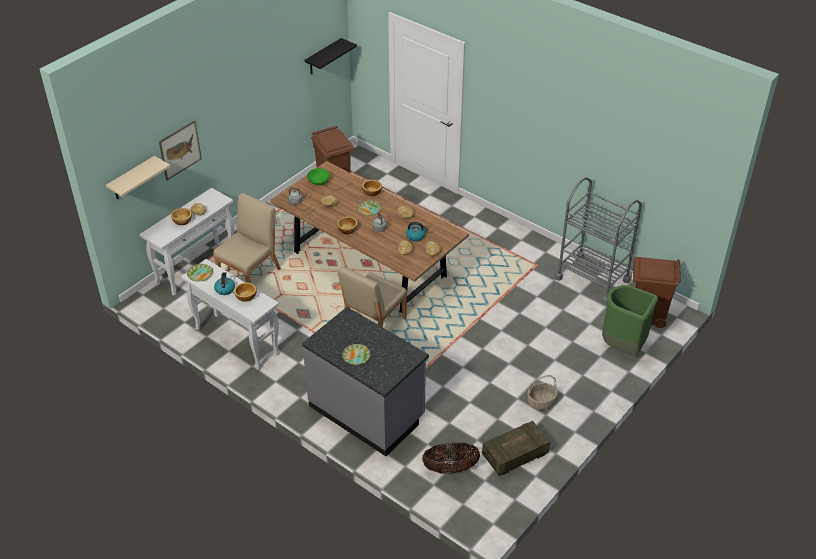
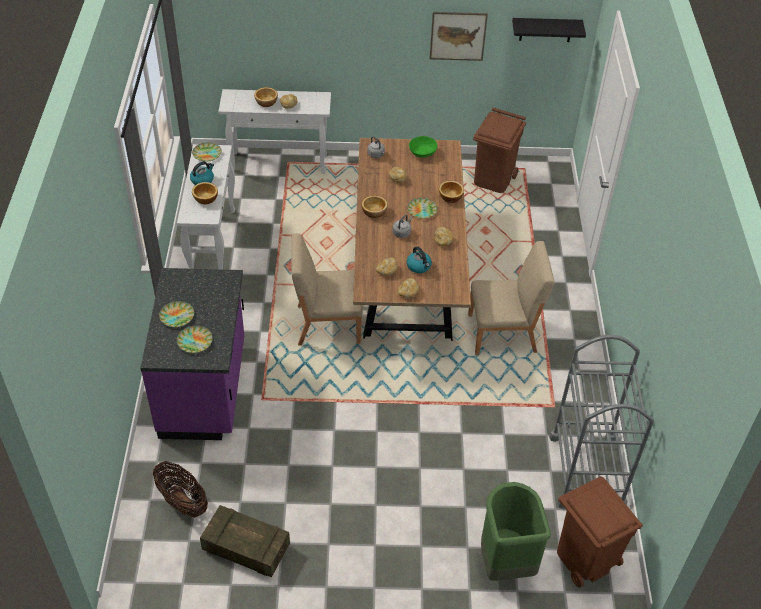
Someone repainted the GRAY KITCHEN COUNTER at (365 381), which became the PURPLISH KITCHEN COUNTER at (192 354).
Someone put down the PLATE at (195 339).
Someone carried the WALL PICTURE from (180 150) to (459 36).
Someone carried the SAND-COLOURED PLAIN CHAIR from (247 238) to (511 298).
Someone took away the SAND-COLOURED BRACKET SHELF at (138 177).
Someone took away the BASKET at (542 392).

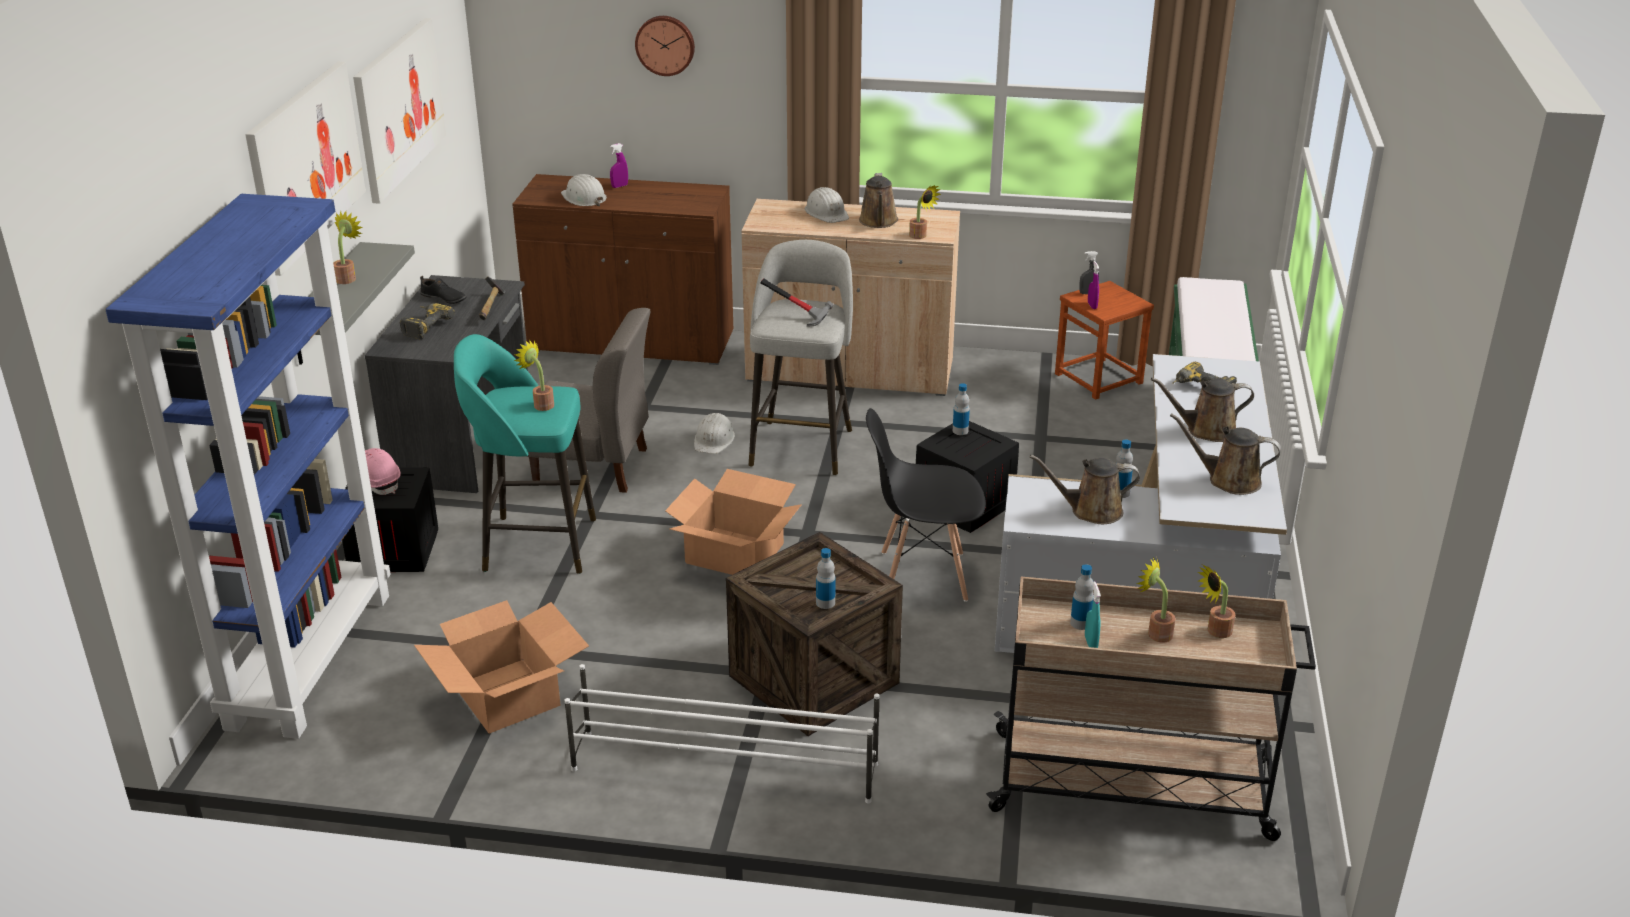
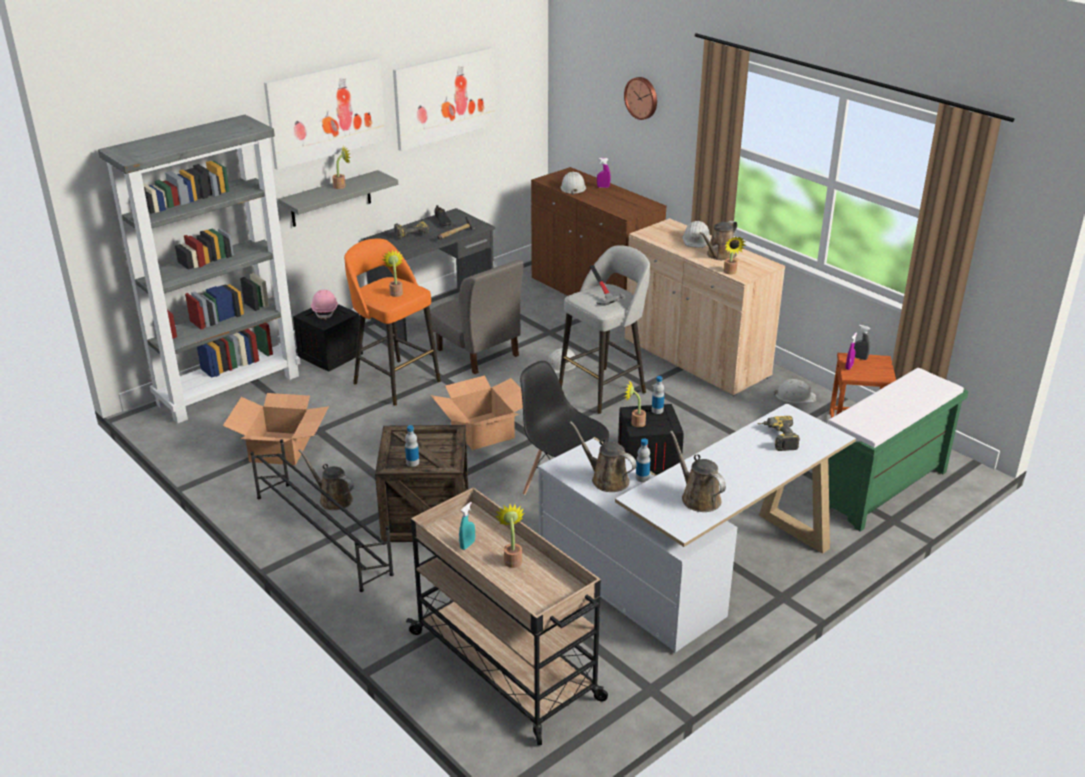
Someone repainted the BLUE-COLOURED BOOKSHELF at (248 466), which became the GRAY BOOKSHELF at (199 269).
Someone repainted the WHITE-COLOURED SHOE SHELF at (722 733), which became the BLACKISH SHOE SHELF at (322 515).
Someone carried the BROWN-COLOURED WATERING CAN from (1202 410) to (326 480).
Someone repainted the TURQUOISE STOOL SEAT at (525 454), which became the ORANGE STOOL SEAT at (392 322).
Someone carried the PLANT IN A POT from (1216 601) to (635 404).
Someone put down the WHITE-COLOURED WORK HELMET at (794 391).
Someone took away the BOTTLE at (1082 597).

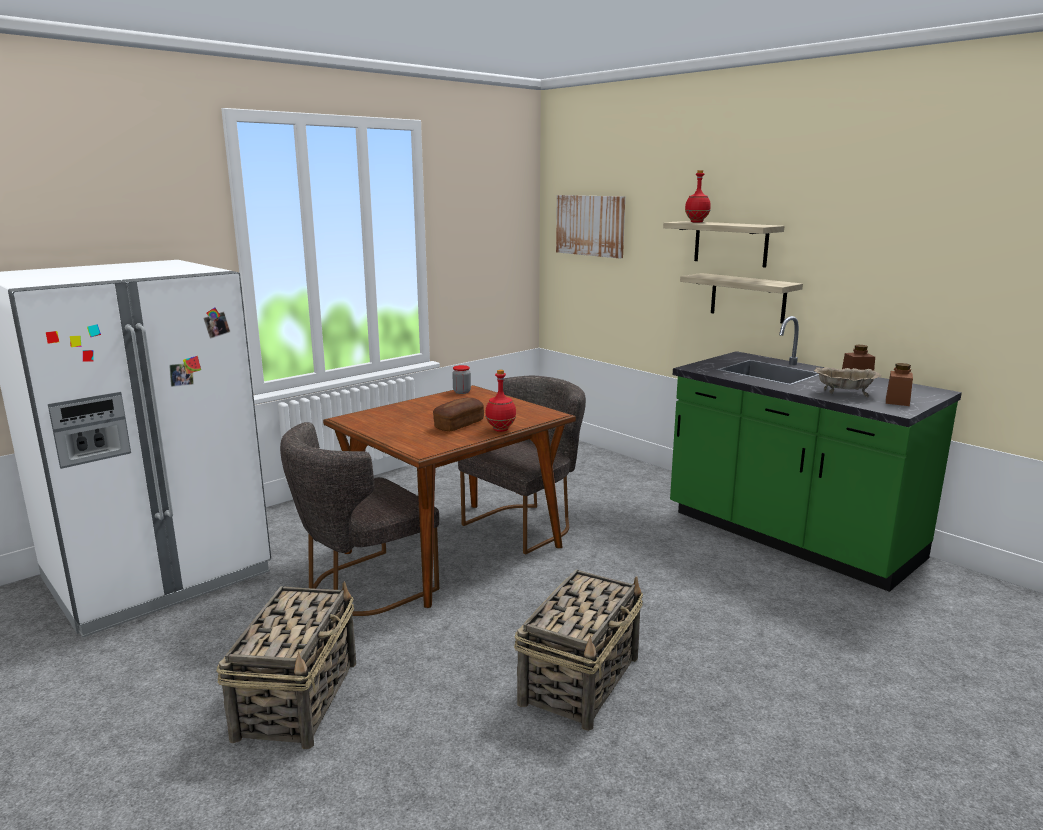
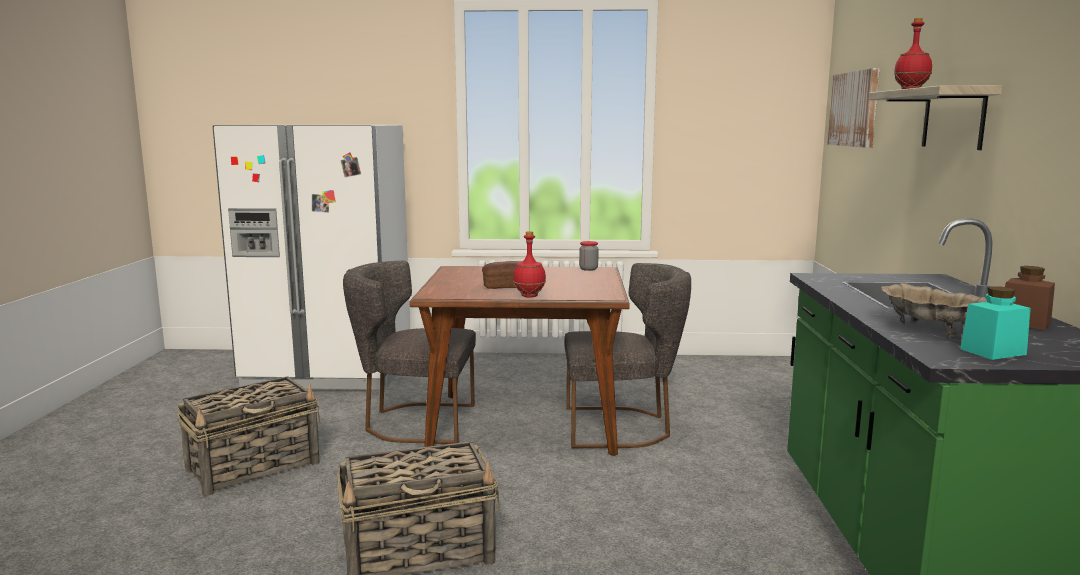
Someone repainted the BROWN-COLOURED STORAGE JAR at (899 384), which became the TURQUOISE STORAGE JAR at (995 323).
Someone took away the BRACKET SHELF at (741 298).

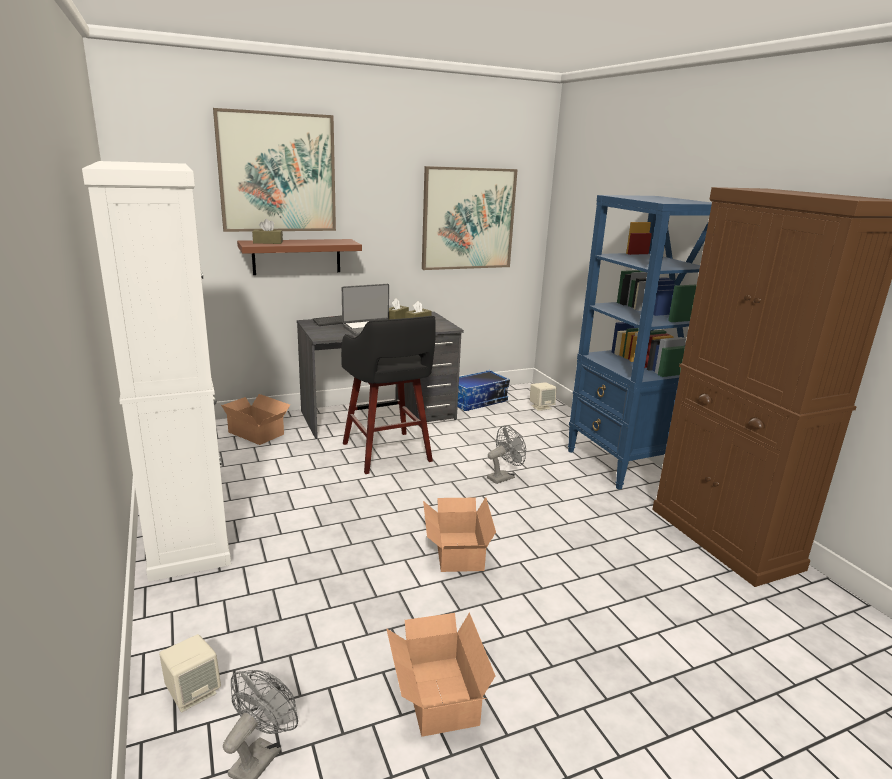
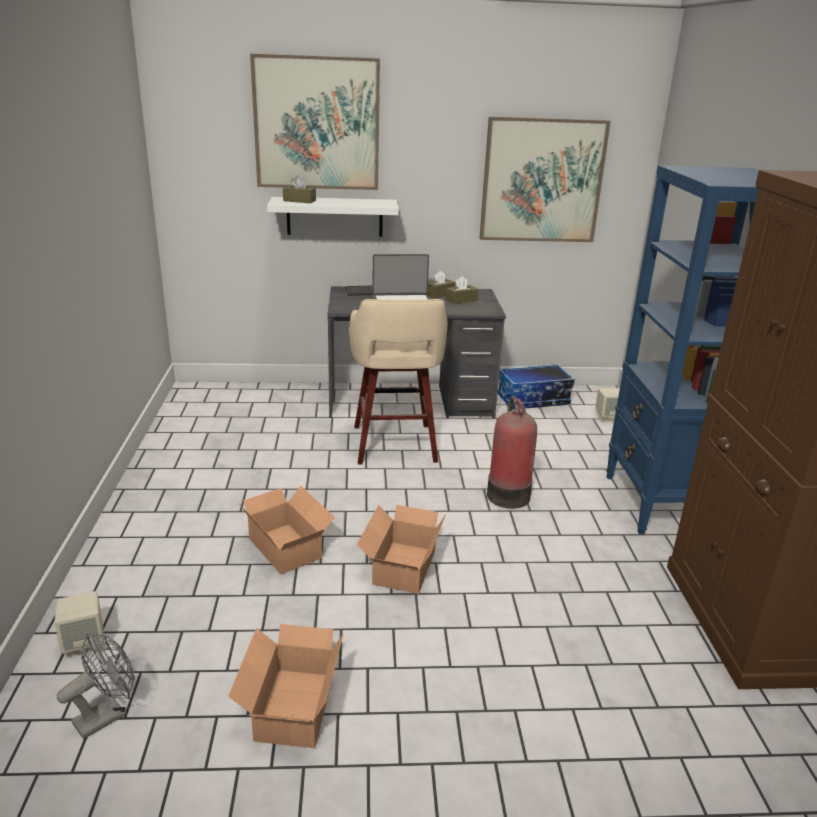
Someone carried the CARDBOARD BOX from (255 419) to (286 530).
Someone repainted the BROWN-COLOURED BRACKET SHELF at (299 257), which became the WHITE-COLOURED BRACKET SHELF at (333 217).
Someone repainted the BLACKISH STOOL SEAT at (388 395), which became the SAND-COLOURED STOOL SEAT at (398 382).
Someone swapped the GRAY ELECTRIC FAN at (506 455) for the FIRE EXTINGUISHER at (512 452).
Someone took away the WHITE-COLOURED CUPBOARD at (156 371).

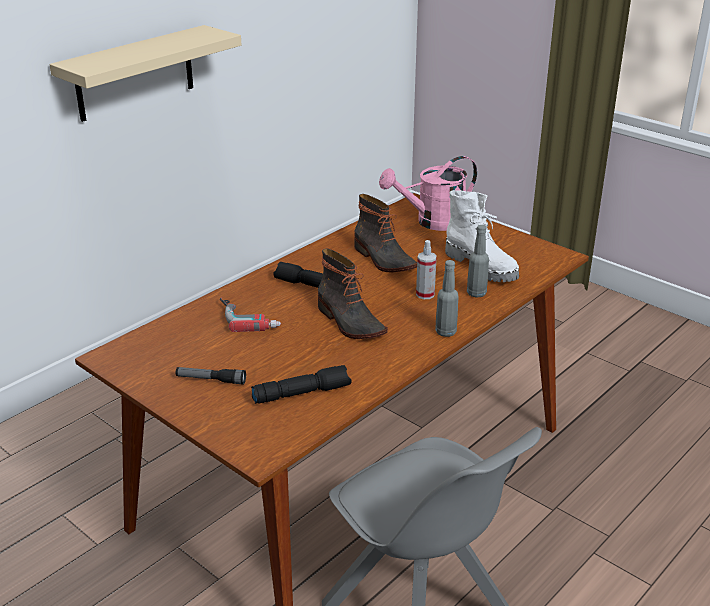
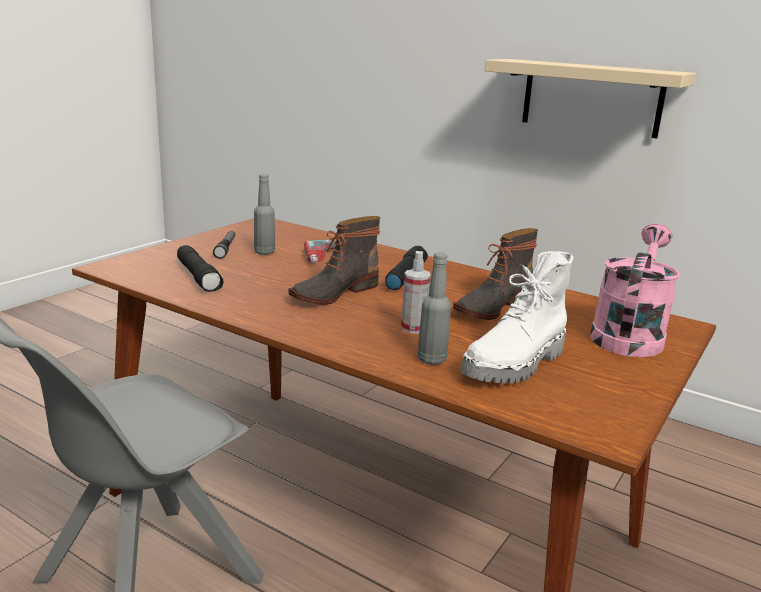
Someone carried the GRAY BOTTLE from (447 298) to (264 214).
Someone rotated the PINK WATERING CAN at (428 193) by 60 degrees clockwise.

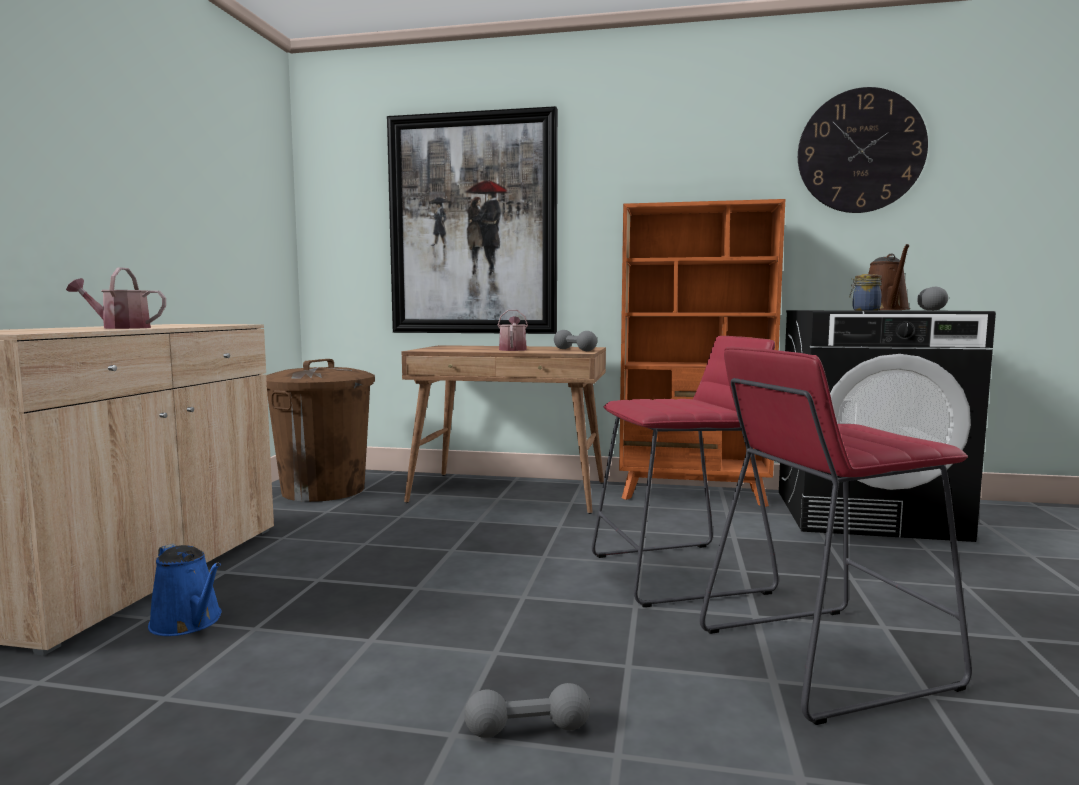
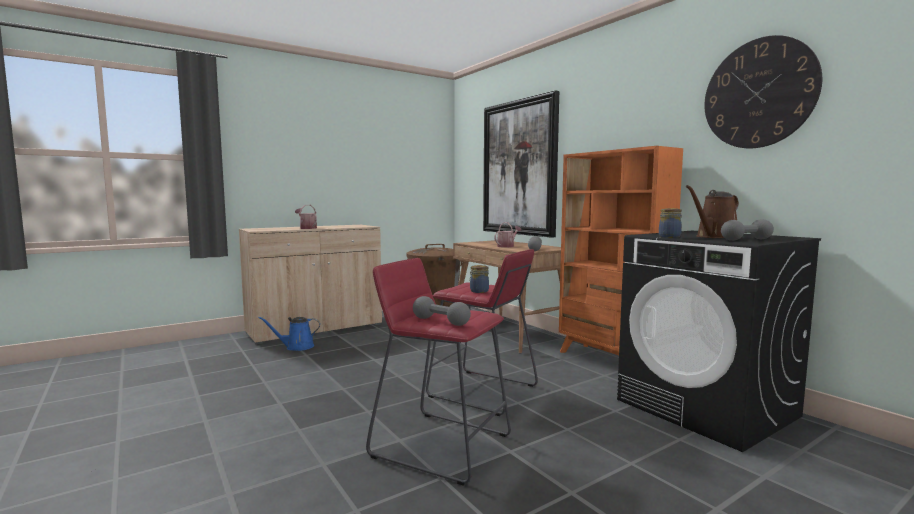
Someone rotated the BLUE-COLOURED WATERING CAN at (184 590) by 75 degrees clockwise.
Someone carried the GRAY HAND WEIGHT from (527 710) to (442 311).
Someone put down the STORAGE JAR at (479 279).

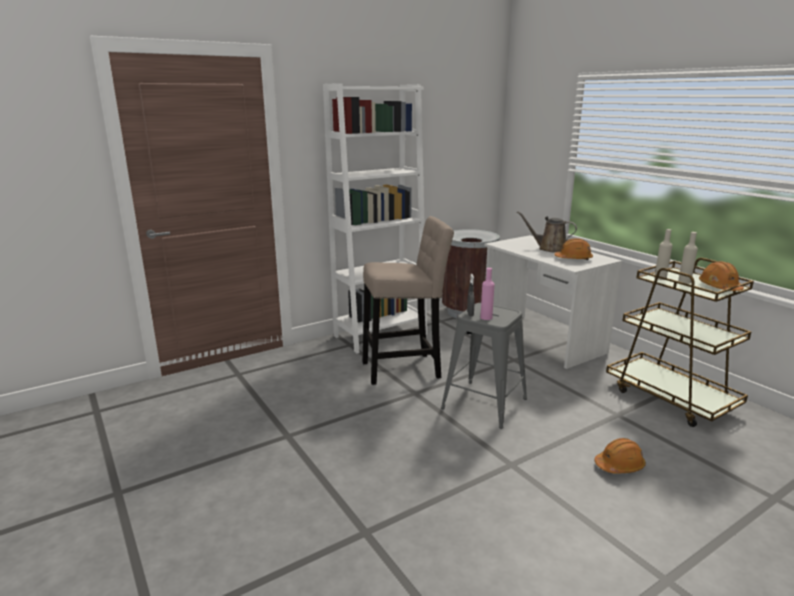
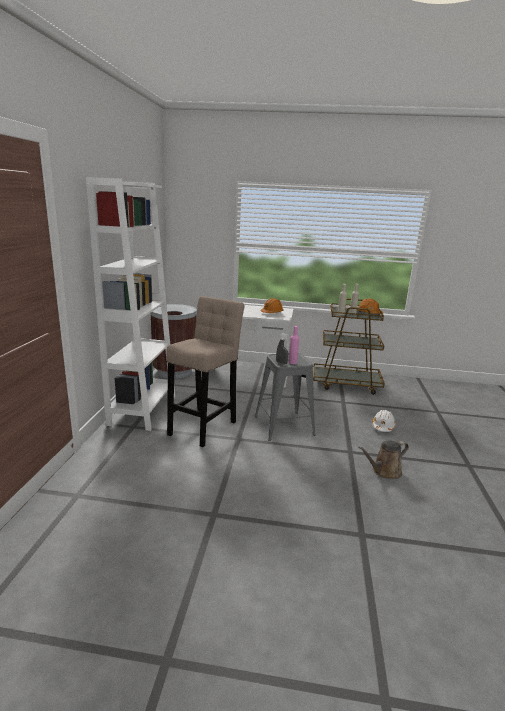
Someone carried the BROWN-COLOURED WATERING CAN from (547 231) to (383 459).
Someone repainted the ORANGE WORK HELMET at (620 456), which became the WHITE-COLOURED WORK HELMET at (384 421).

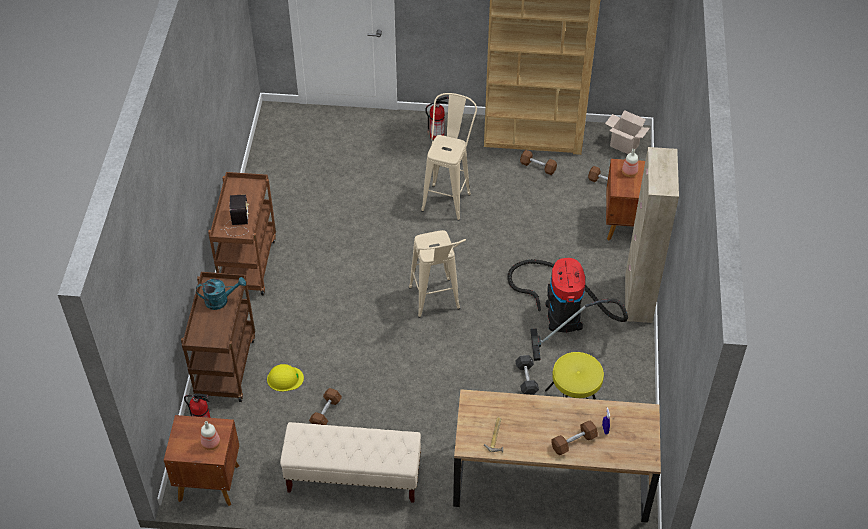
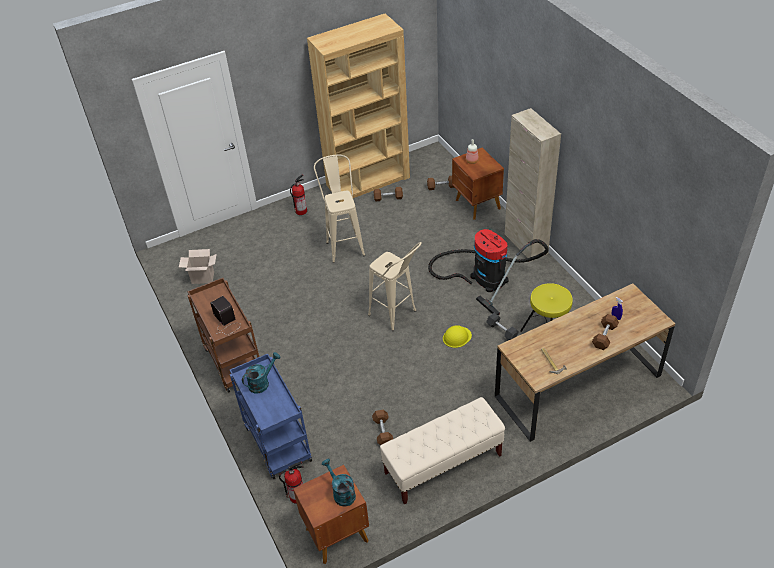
Someone carried the CARDBOARD BOX from (627 132) to (198 266).
Someone repainted the BROWN-COLOURED WHEELED CART at (218 337), which became the BLUE-COLOURED WHEELED CART at (271 416).
Someone swapped the BOTTLE at (210 435) for the TURQUOISE WATERING CAN at (338 483).
Someone carried the YELLOW-COLOURED WORK HELMET from (285 378) to (457 336).

